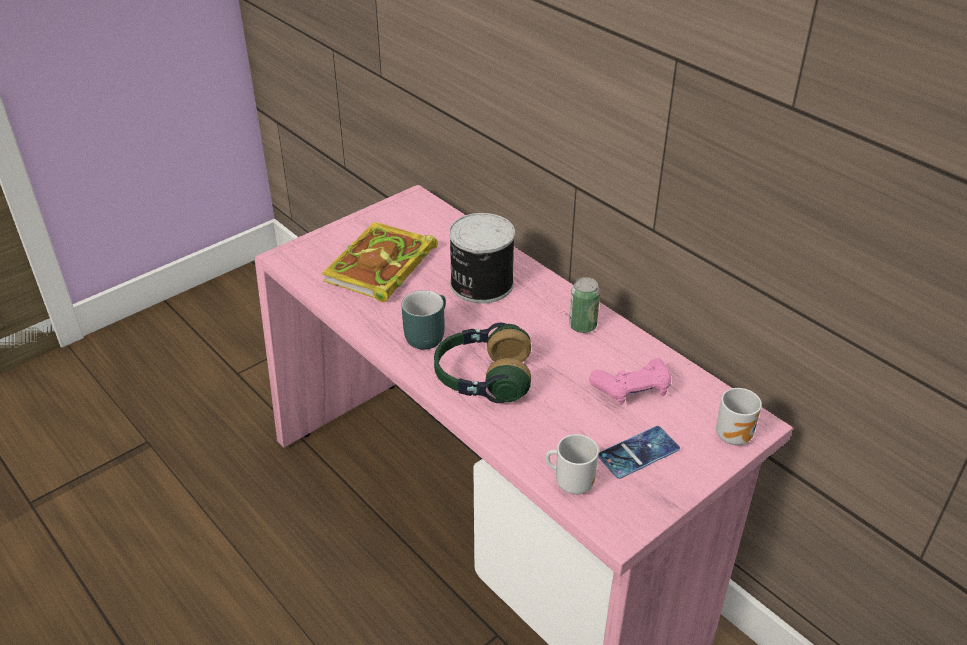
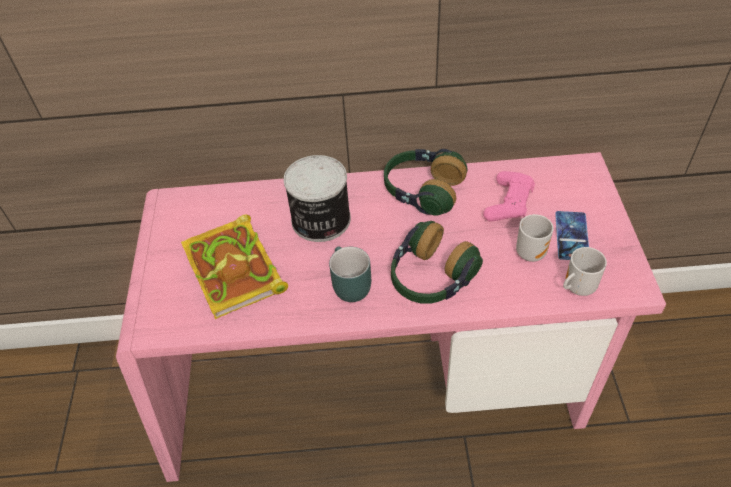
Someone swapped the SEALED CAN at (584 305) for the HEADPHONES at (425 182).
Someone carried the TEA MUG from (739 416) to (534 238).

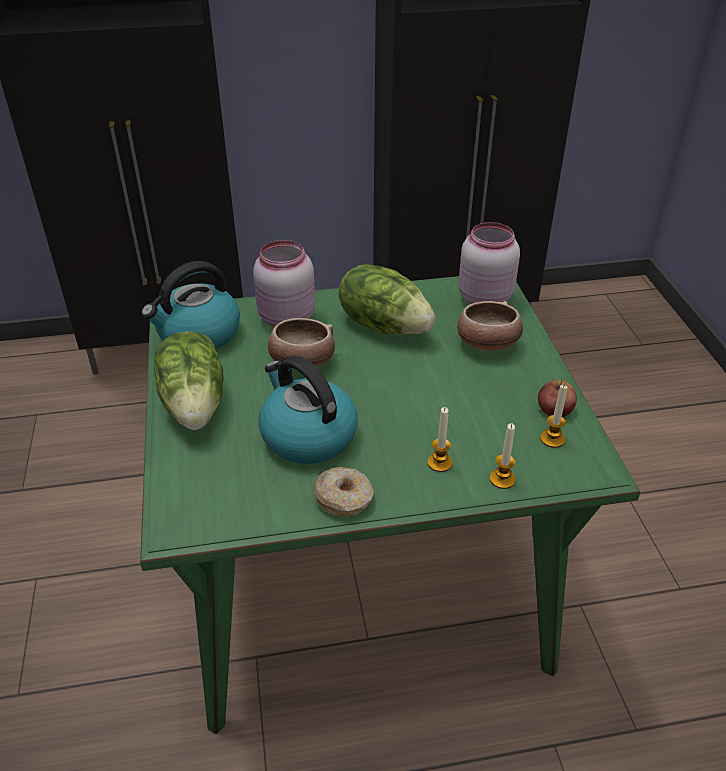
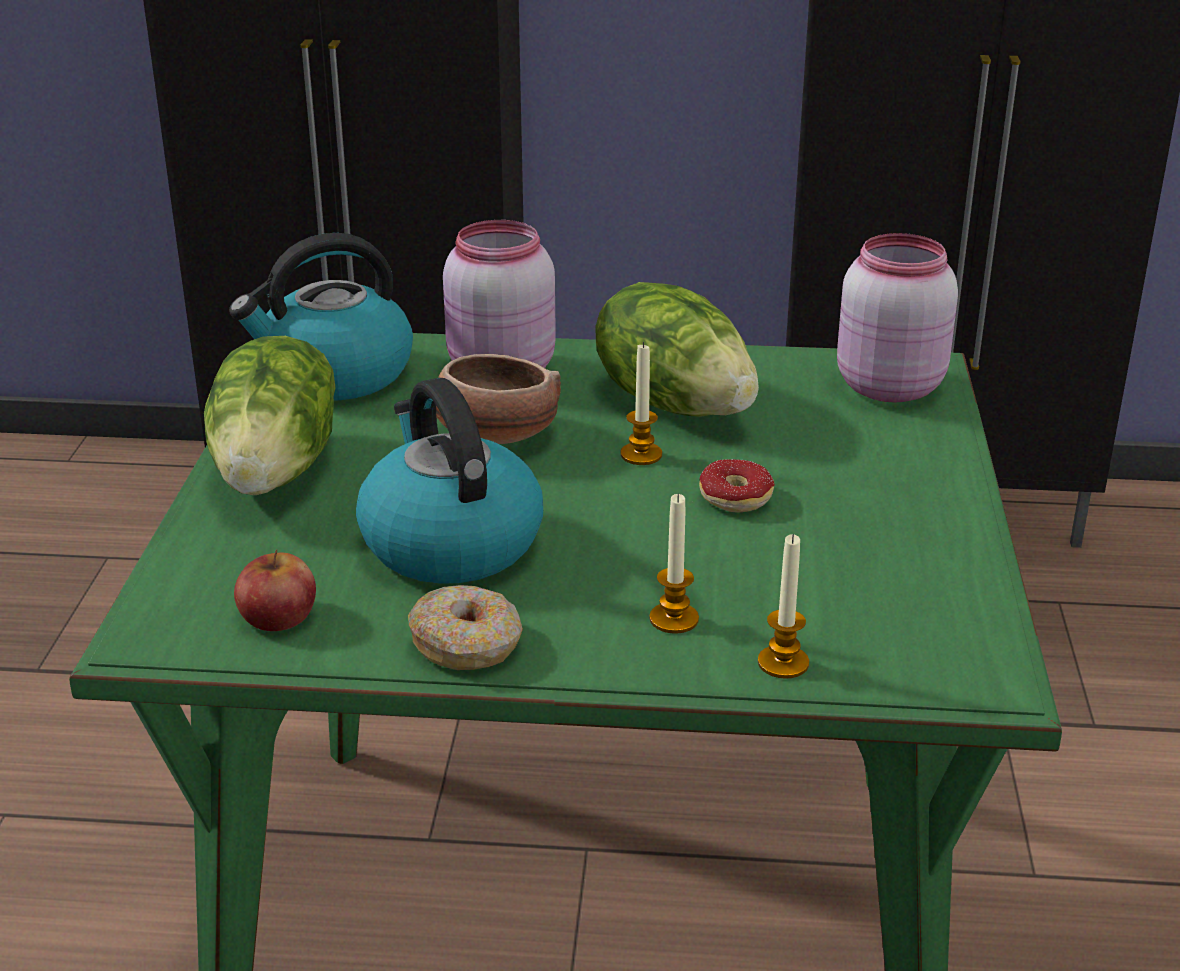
Someone carried the APPLE from (557 398) to (275 590).
Someone carried the WAX CANDLE from (554 416) to (641 403).
Someone put down the DOUGHNUT at (737 486).
Someone took away the SERVING BOWL at (490 326).

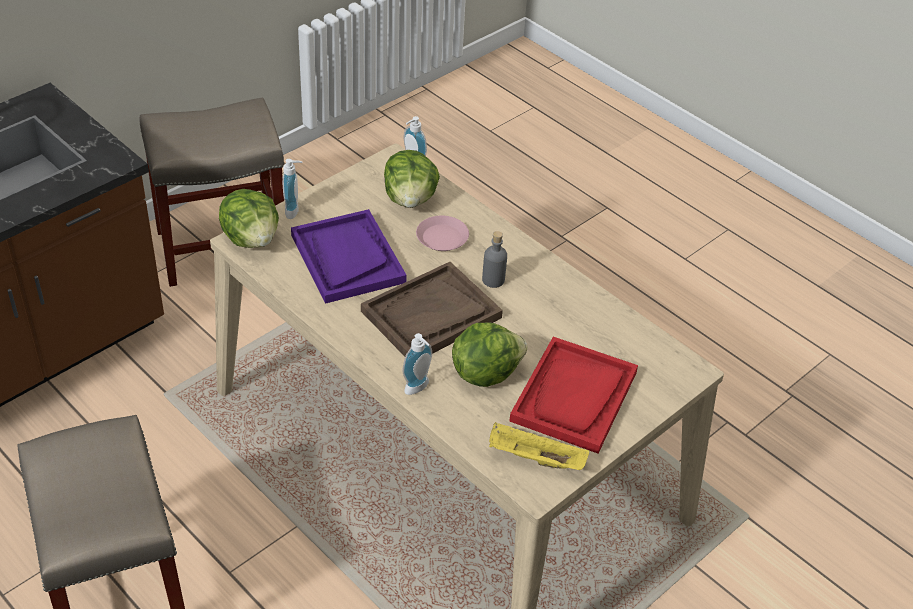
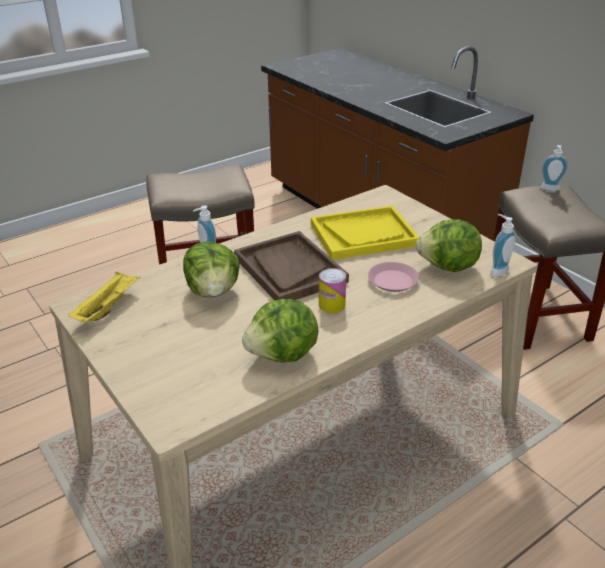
Someone carried the HEAD OF LETTUCE from (249 218) to (280 330).
Someone repainted the PURPLISH CARRYING TRAY at (349 256), which became the YELLOW-COLOURED CARRYING TRAY at (365 232).
Someone swapped the GRAY BOTTLE at (494 259) for the SEALED CAN at (332 290).
Someone carried the SOAP BOTTLE from (292 189) to (554 168).
Someone took away the RED-COLOURED CARRYING TRAY at (573 395).

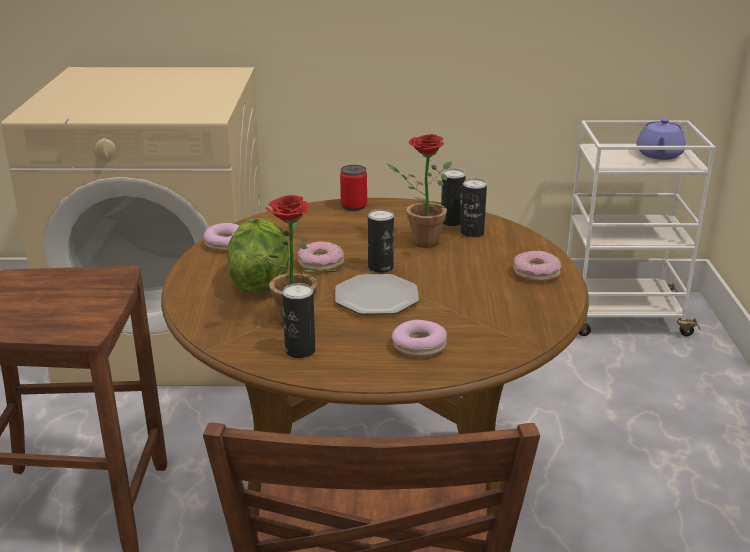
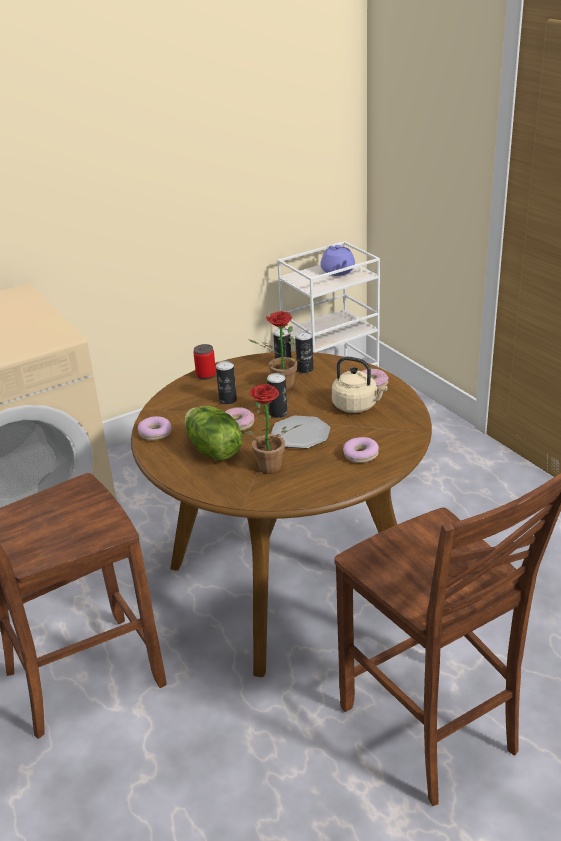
Someone carried the SEALED CAN from (298 320) to (226 383).
Someone put down the SAND-COLOURED WATER KETTLE at (360 385).

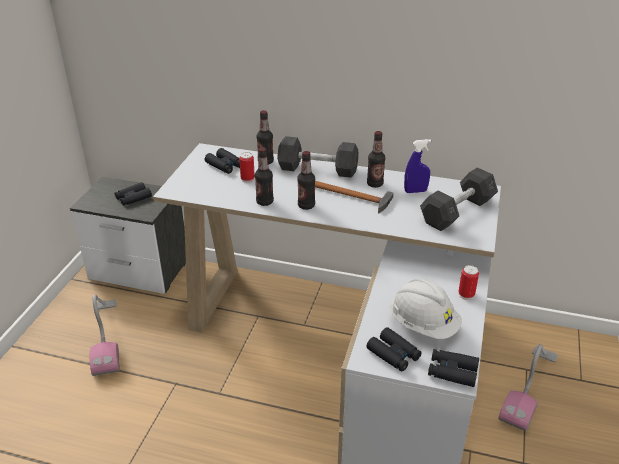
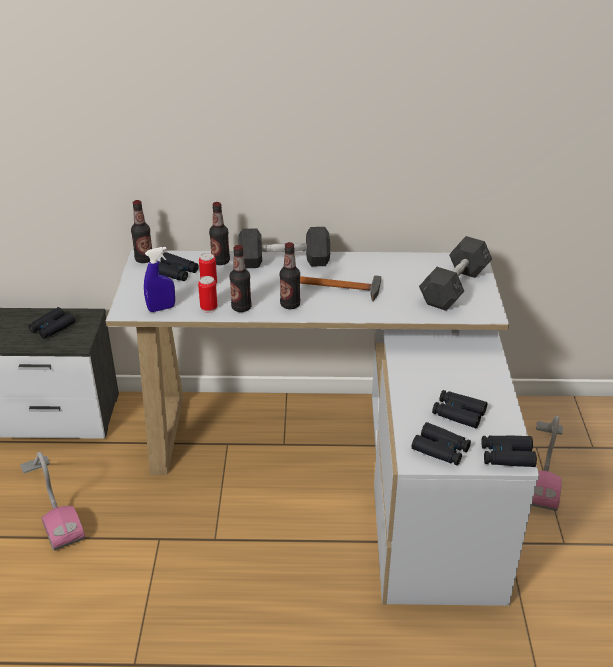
Someone carried the BOTTLE from (376 159) to (141 231).
Someone carried the BLUE-COLOURED SPRAY BOTTLE from (417 166) to (159 279).
Someone carried the SEALED CAN from (468 282) to (207 294).
Someone swapped the WHITE-COLOURED WORK HELMET at (426 309) for the BLACKISH BINOCULARS at (459 409).

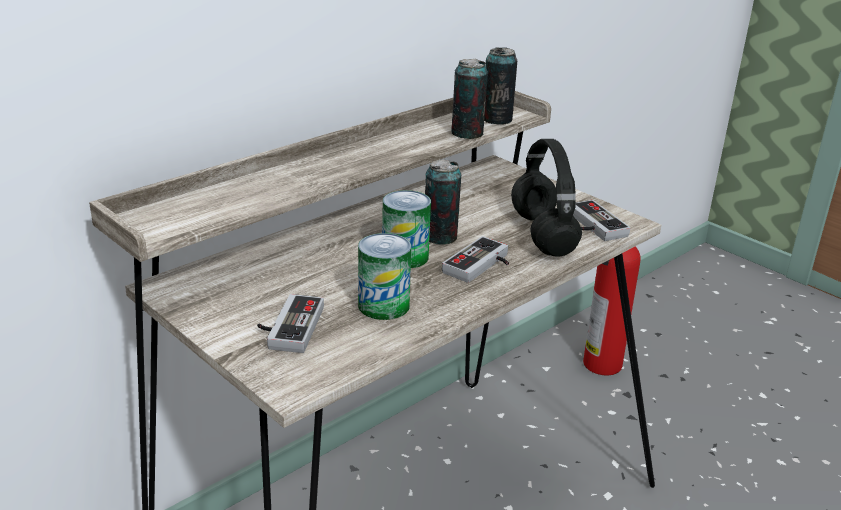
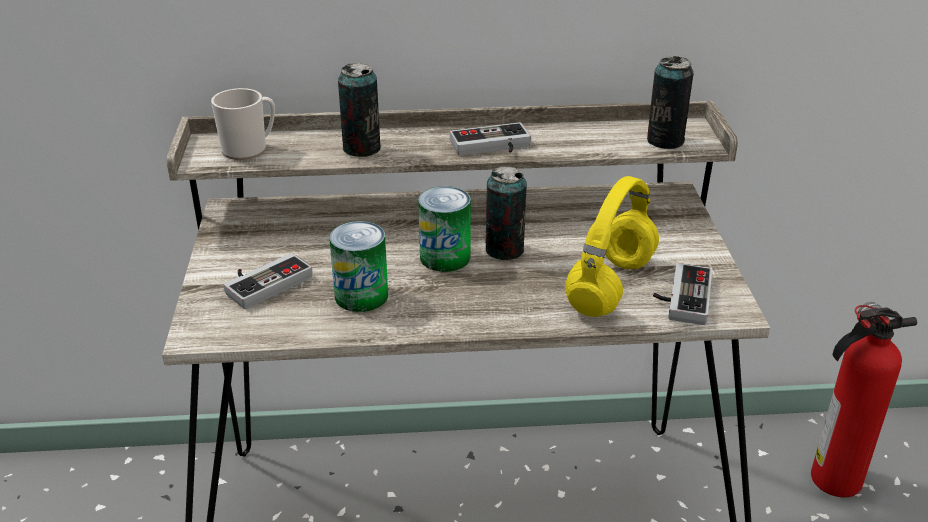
Someone put down the TEA MUG at (243 124).
Someone carried the SEALED CAN from (469 98) to (359 110).
Someone carried the JOYPAD from (475 259) to (490 138).
Someone repainted the BLACKISH HEADPHONES at (546 198), which became the YELLOW-COLOURED HEADPHONES at (612 246).

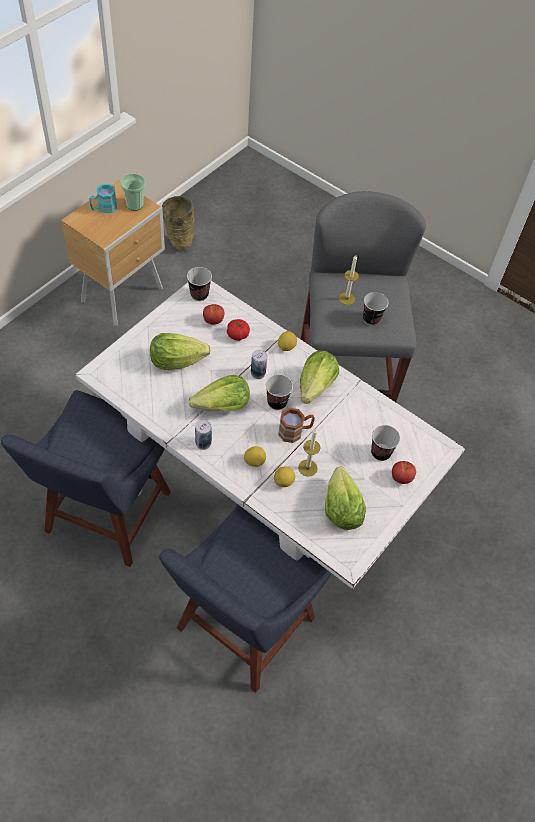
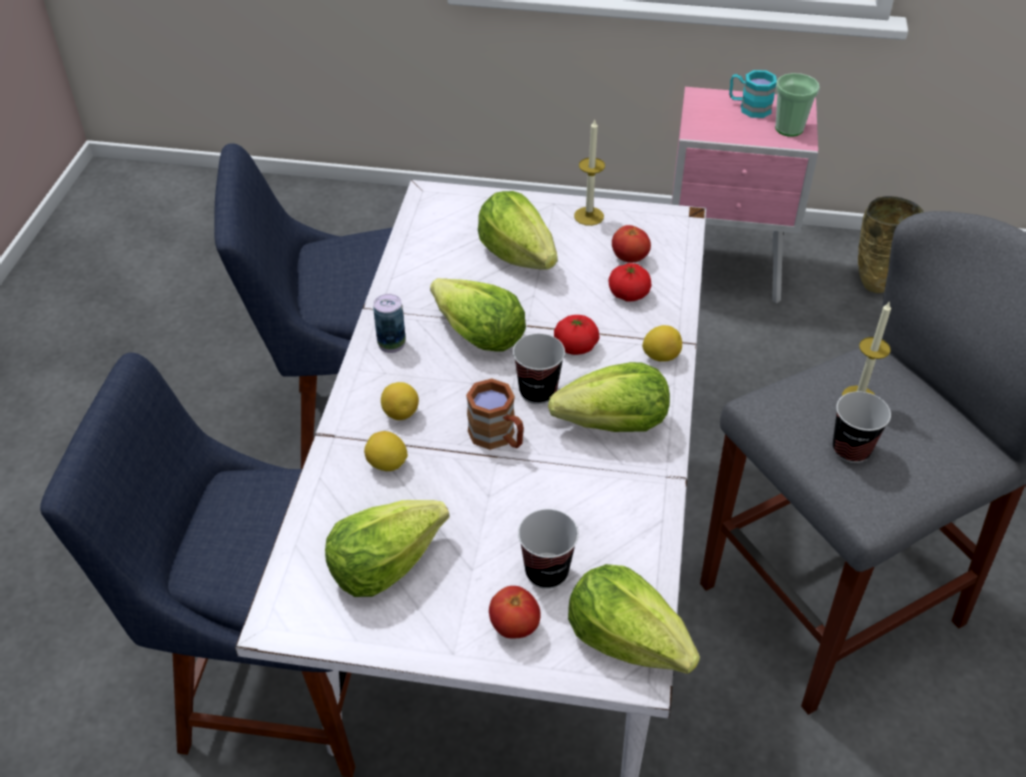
Someone swapped the SEALED CAN at (259 364) for the TOMATO at (576 335).
Someone put down the HEAD OF LETTUCE at (634 619).
Someone carried the WAX CANDLE from (309 453) to (589 173).
Someone repainted the BROWN-COLOURED BEDSIDE TABLE at (113 253), which became the PINK BEDSIDE TABLE at (744 195).
Someone took away the SMALL CUP at (199 284).

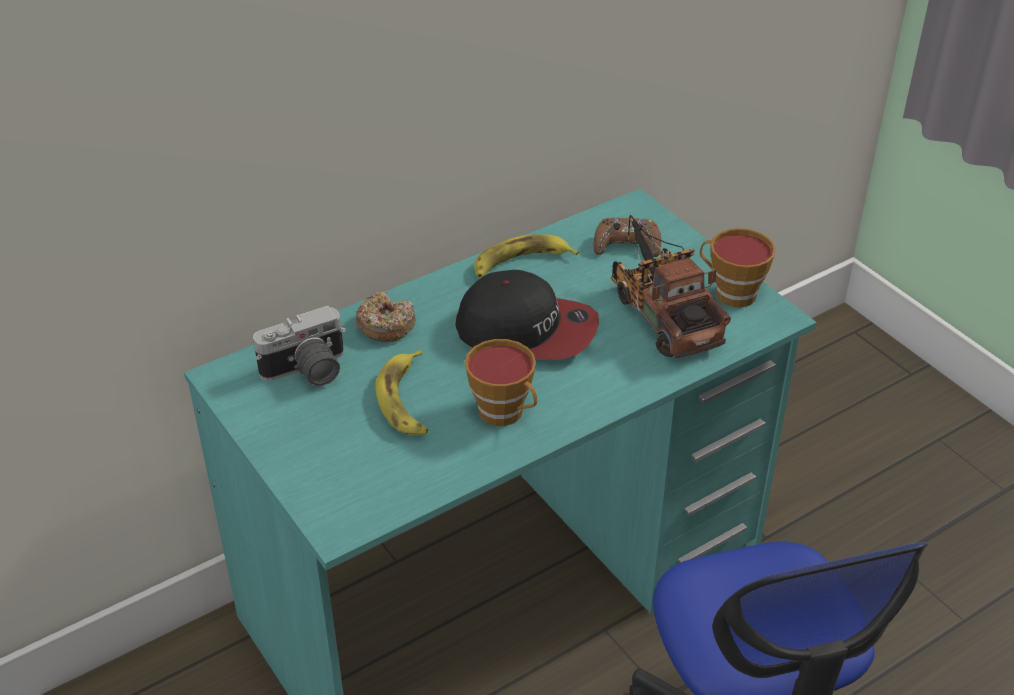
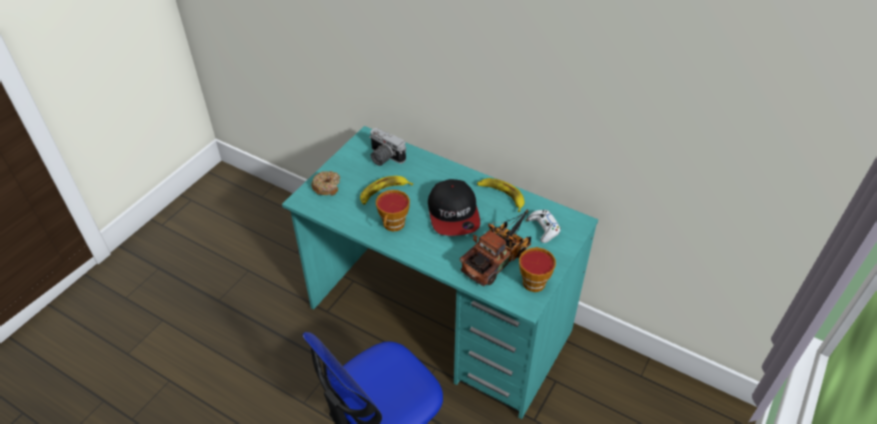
Someone carried the DOUGHNUT from (385 317) to (325 183).
Someone repainted the BROWN-COLOURED JOYPAD at (627 237), which became the WHITE-COLOURED JOYPAD at (544 226).

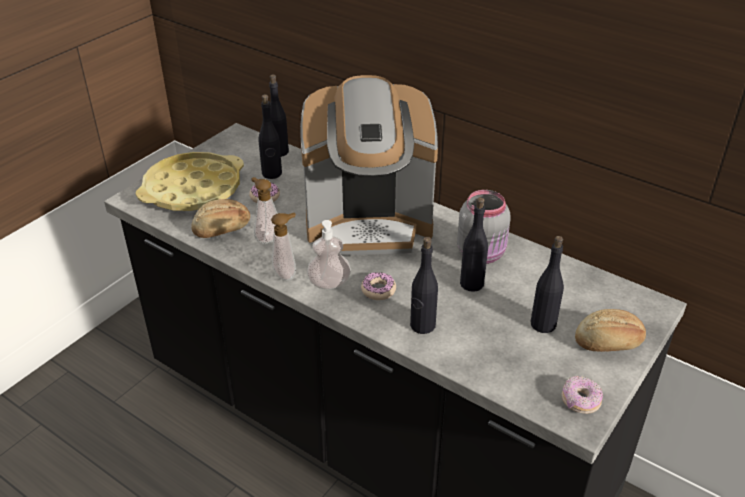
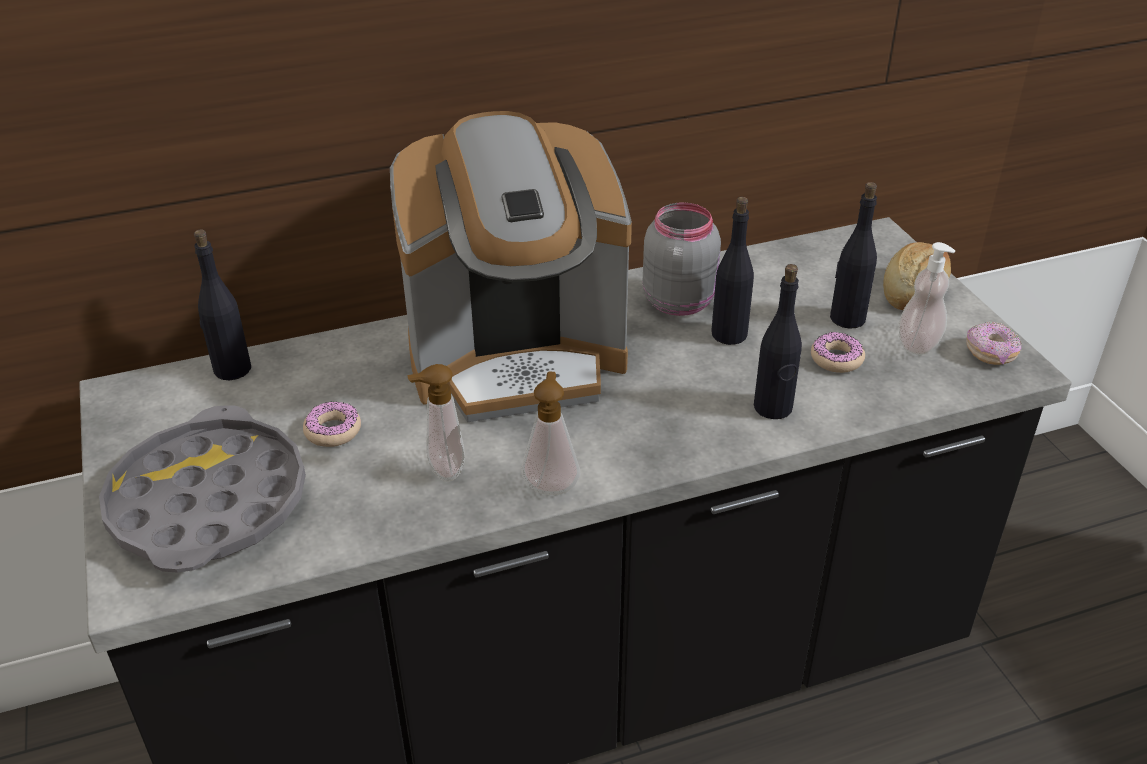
Someone repainted the YELLOW-COLOURED CARRYING TRAY at (190 181), which became the GRAY CARRYING TRAY at (202 489).
Someone rotated the COFFEE BREWER at (369 165) by 45 degrees clockwise.
Someone carried the DOUGHNUT from (378 286) to (838 352).
Someone carried the SOAP BOTTLE from (329 254) to (927 298).
Someone took away the BAKERY BREAD at (220 218).
Someone took away the BLACKISH BOTTLE at (270 136).

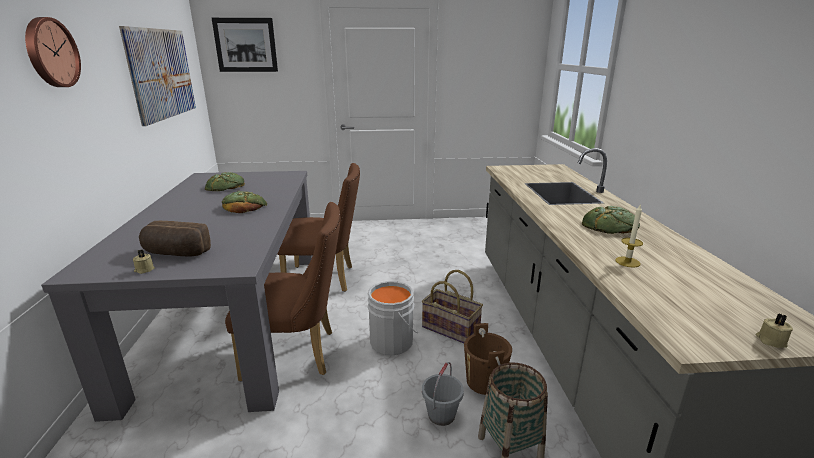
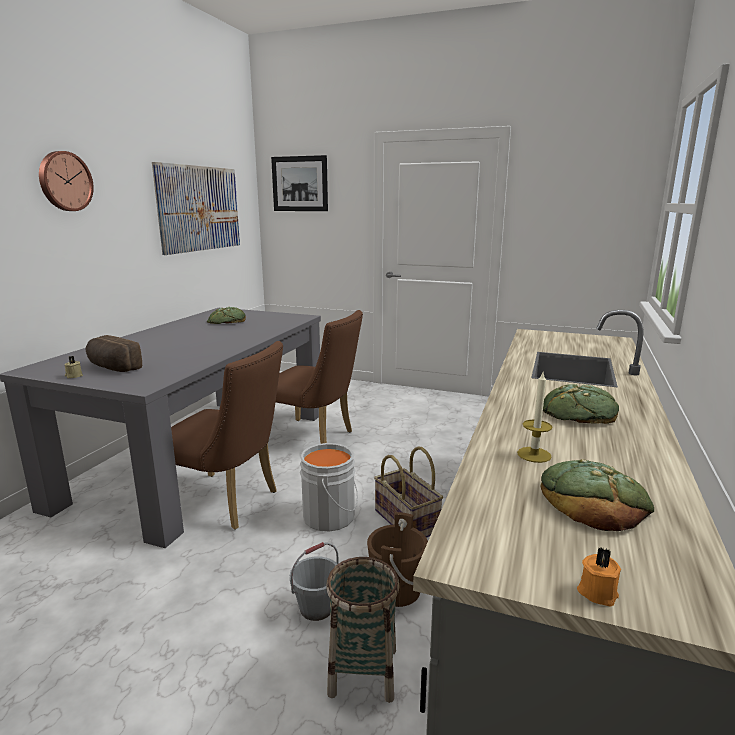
Someone carried the BAKERY BREAD from (244 202) to (597 495).
Someone repainted the SAND-COLOURED WAX CANDLE at (774 330), which became the ORANGE WAX CANDLE at (599 577).

